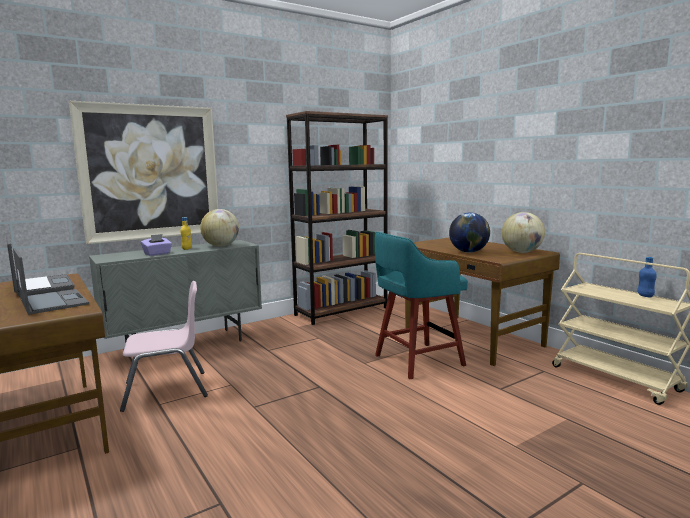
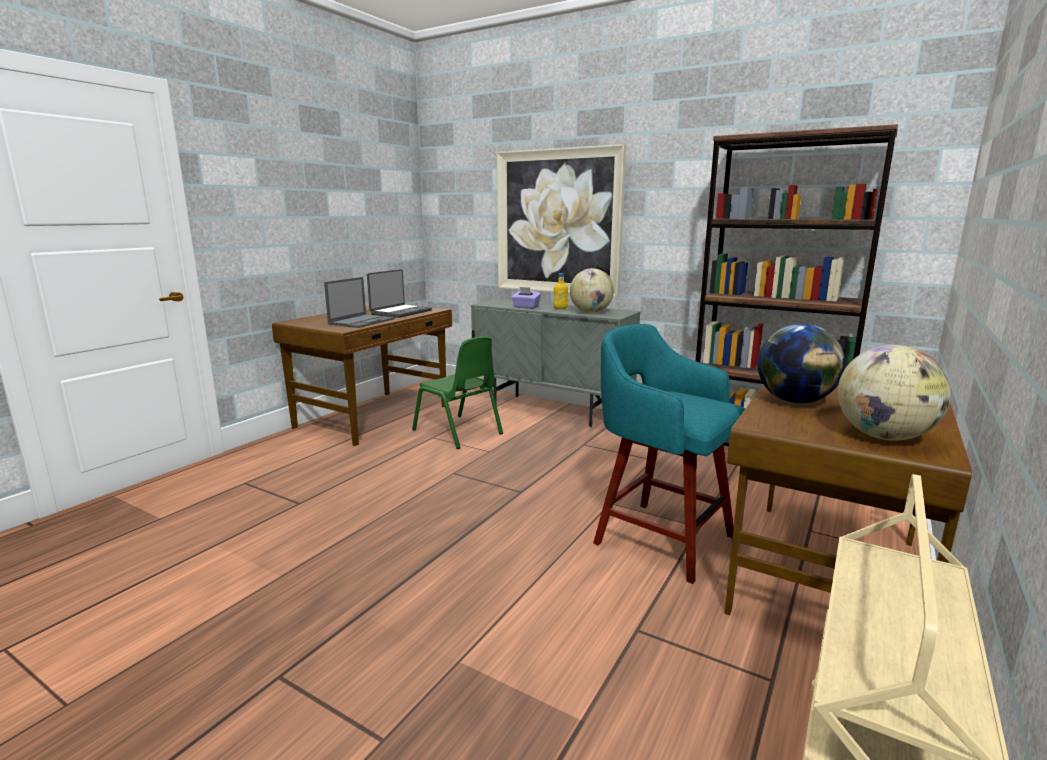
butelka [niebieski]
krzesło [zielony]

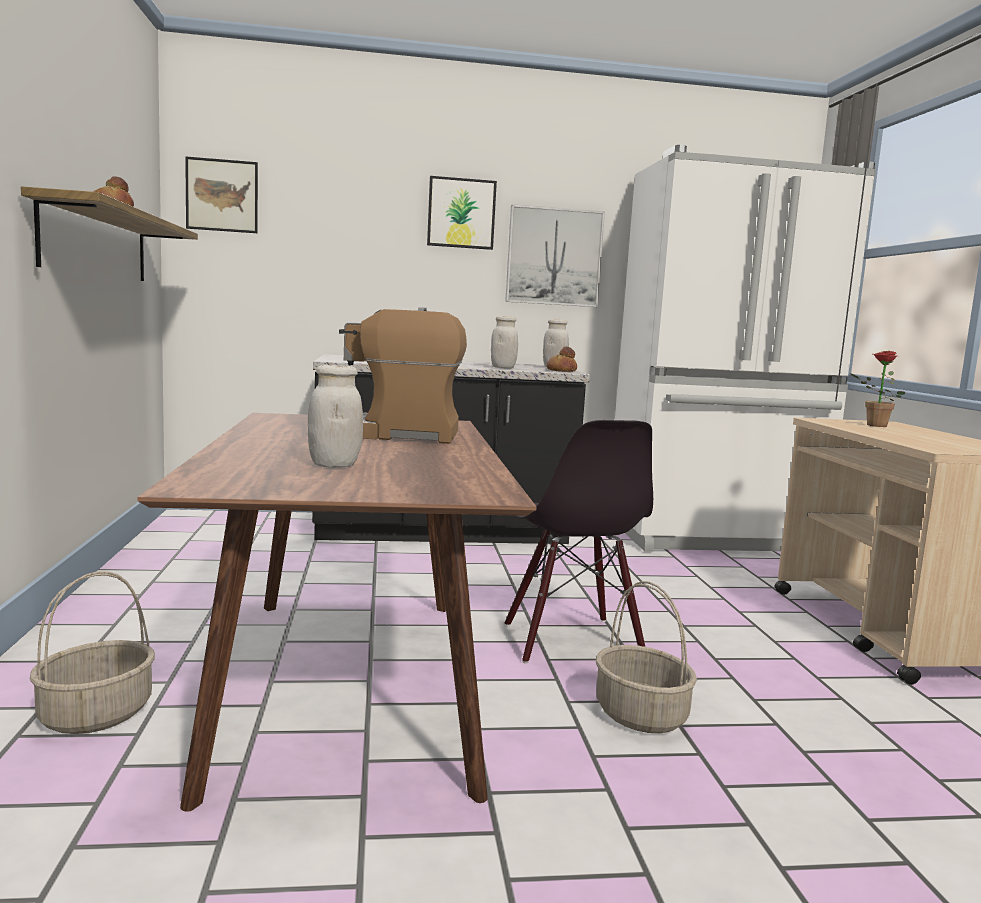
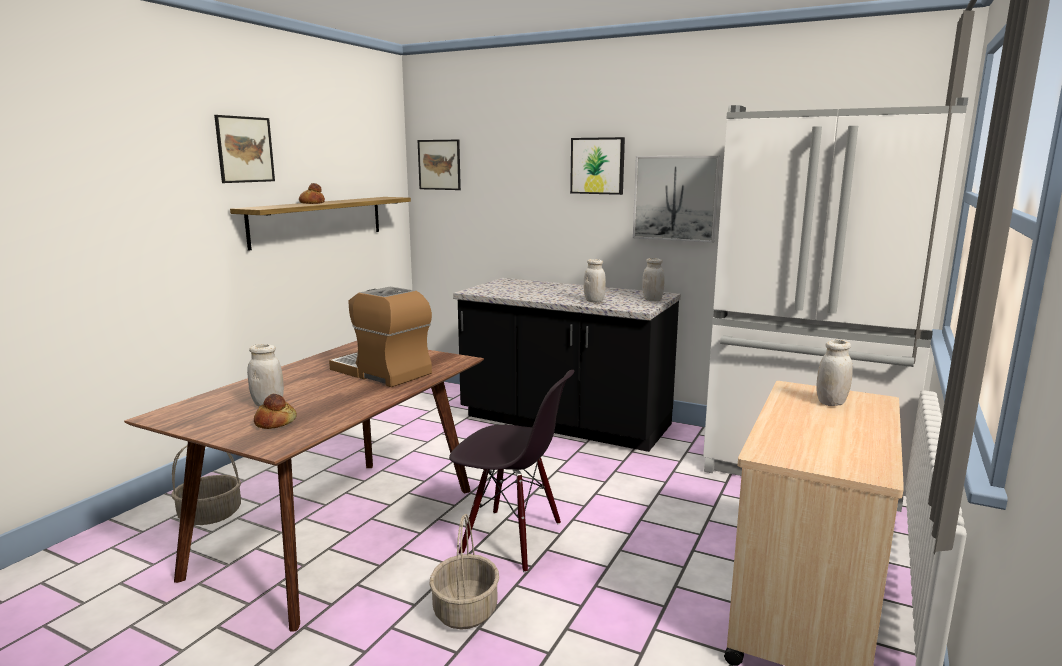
chleb (no. 1 from left)
słoik [biały] (no. 4 from left)
krzesło [czarny]
obraz (no. 1 from left)

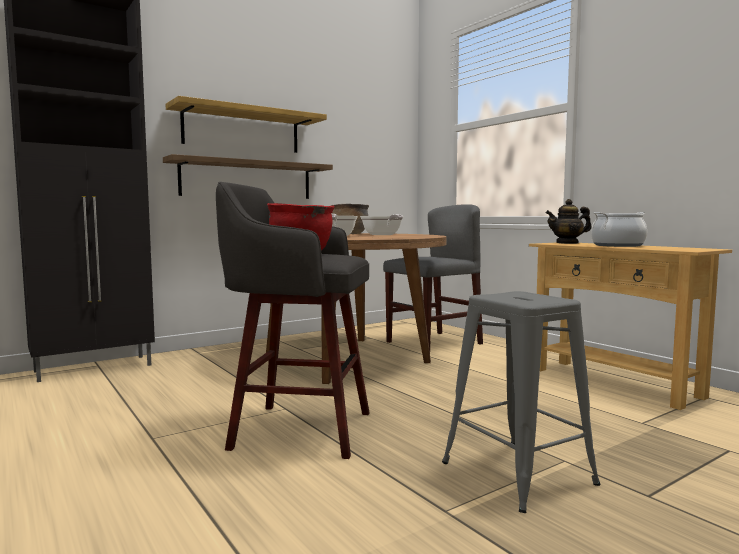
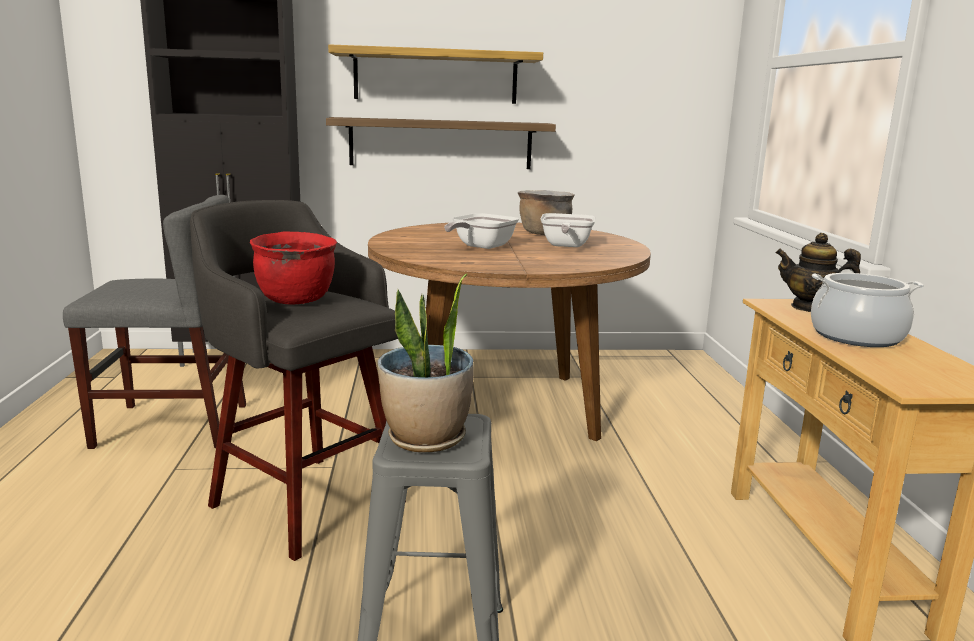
krzesło [szary]
roślina doniczkowa

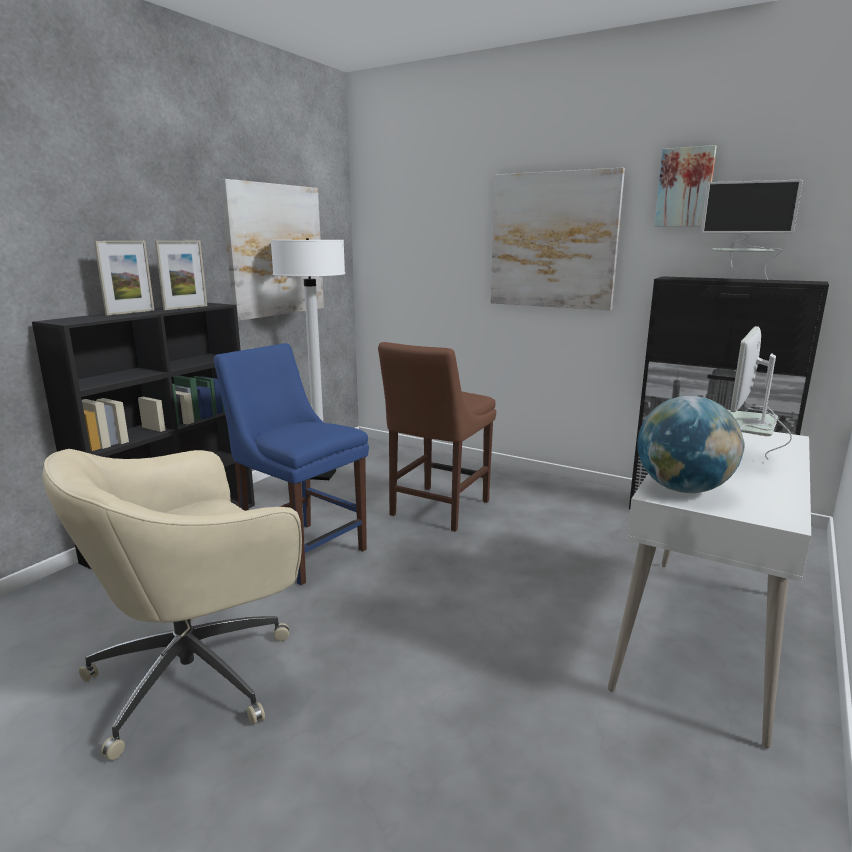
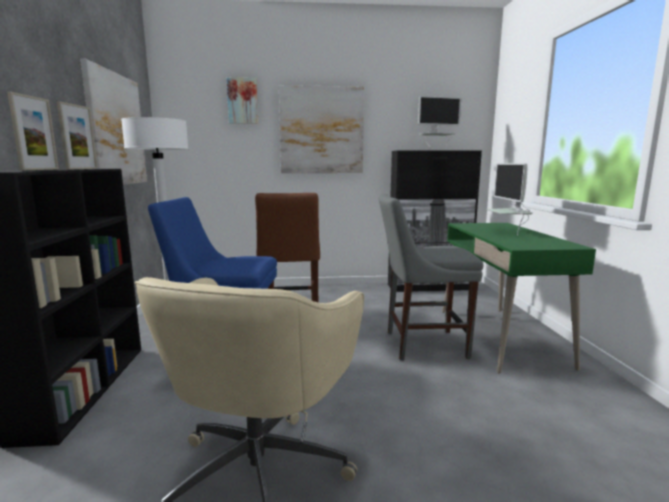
obraz (no. 2 from left)
globus
biurko [zielony]
krzesło [szary]

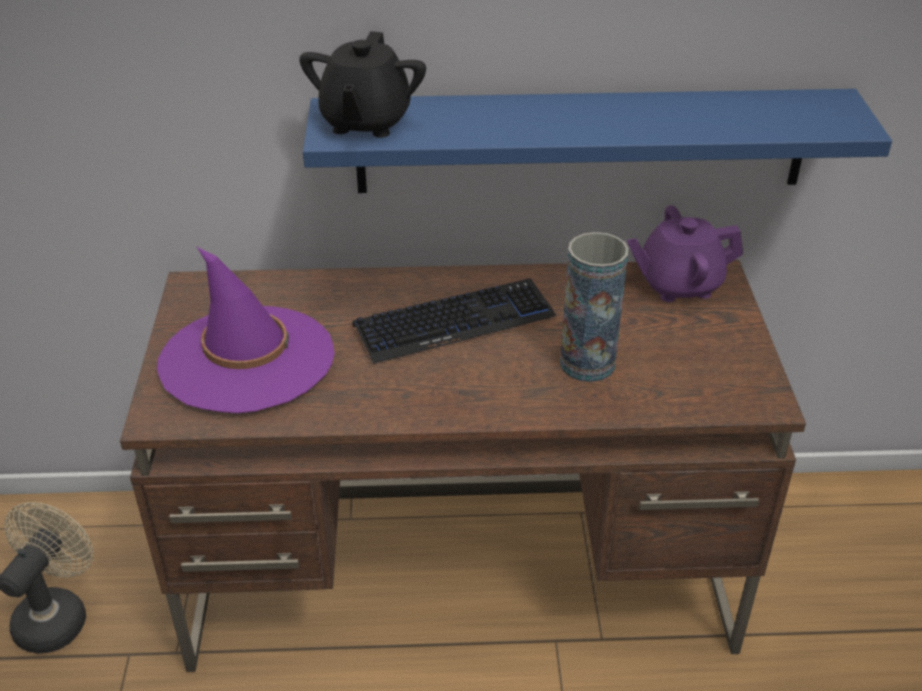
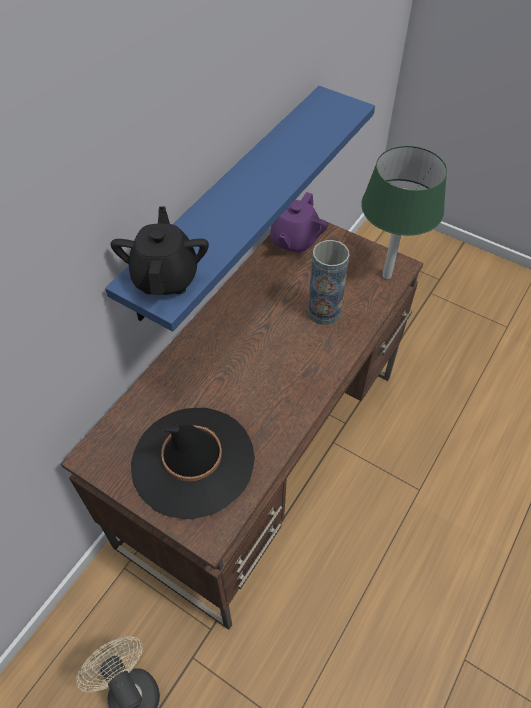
imbryk [czarny]
kapelusz [czarny]
klawiatura
lampa stołowa [zielony]

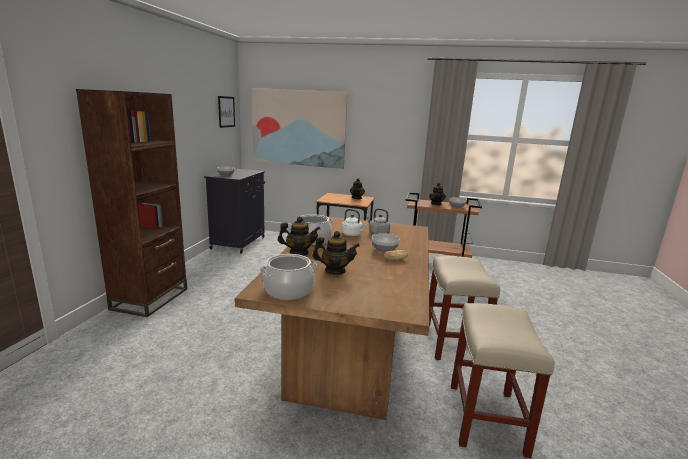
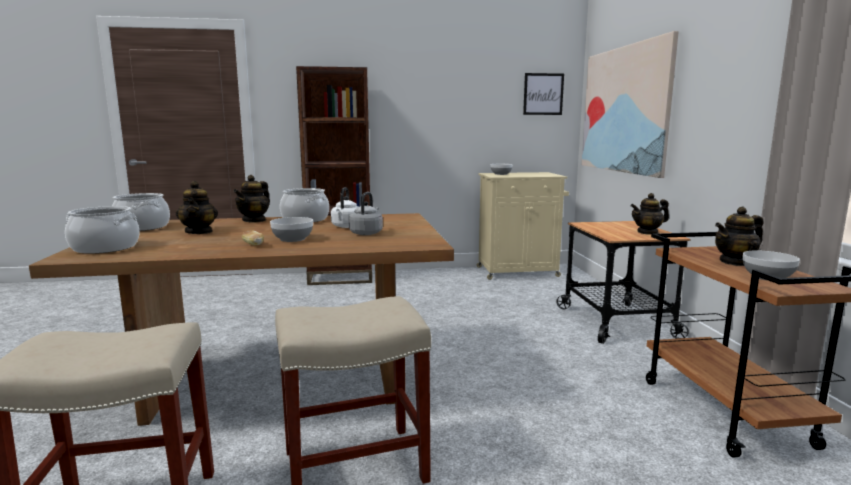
szafka [beżowy]
imbryk (no. 2 from left)
garnek (no. 1 from left)

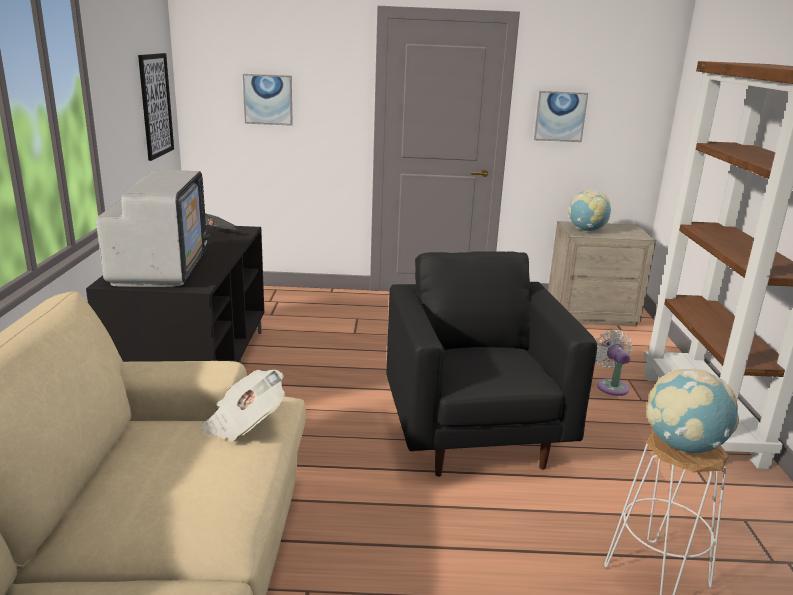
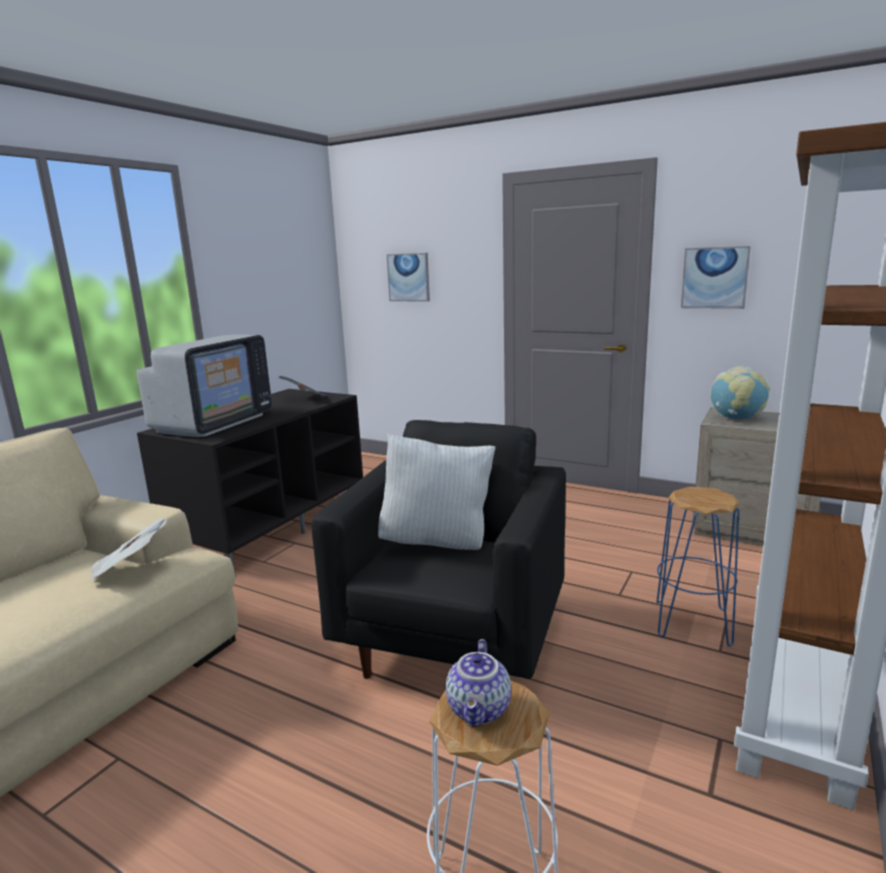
obraz (no. 1 from left in the first image)
stołek [niebieski]
imbryk
poduszka [biały]

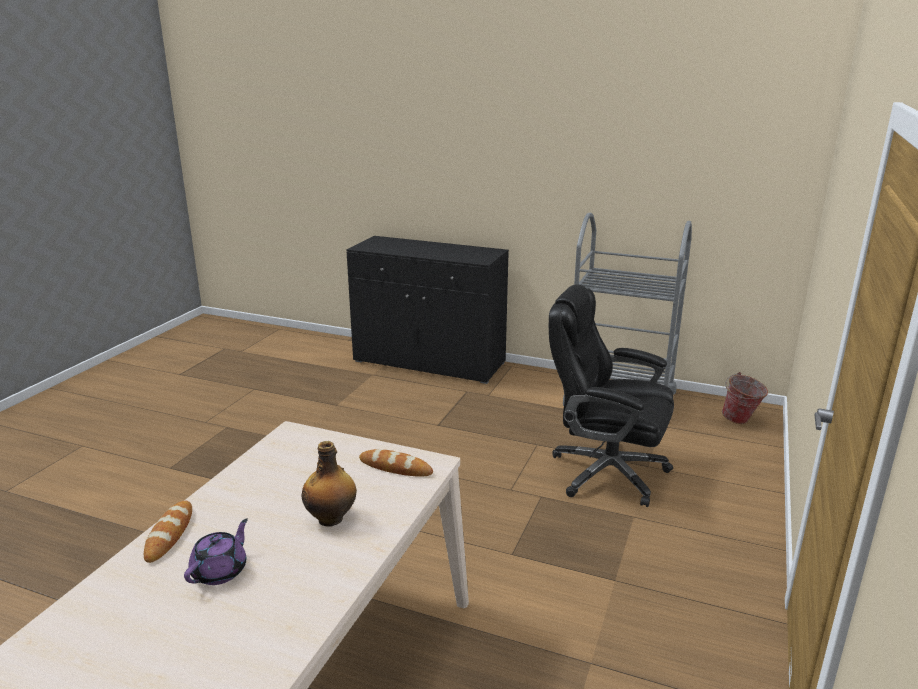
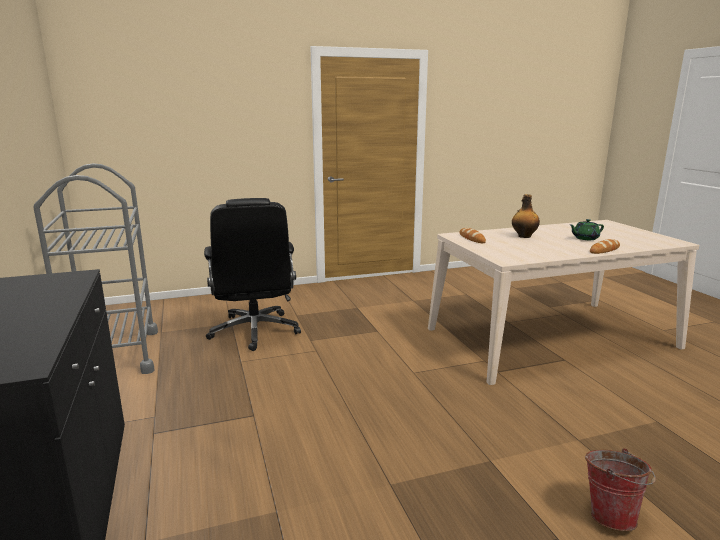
wiadro
imbryk [zielony]

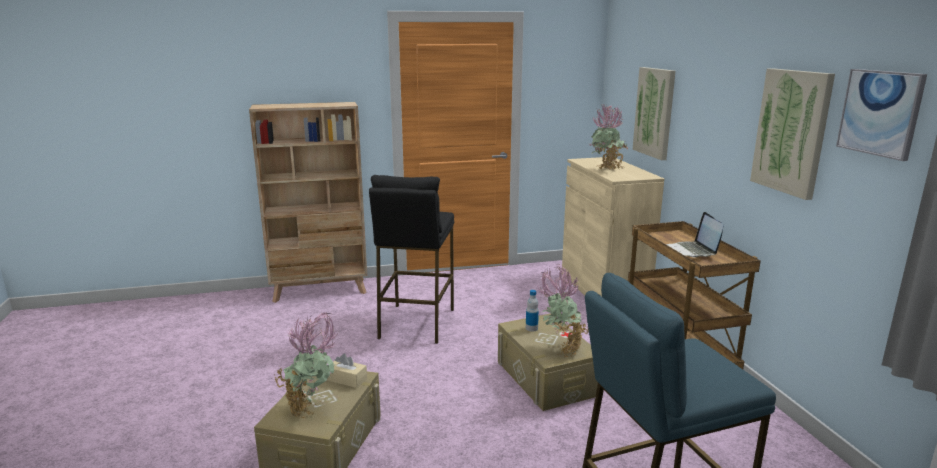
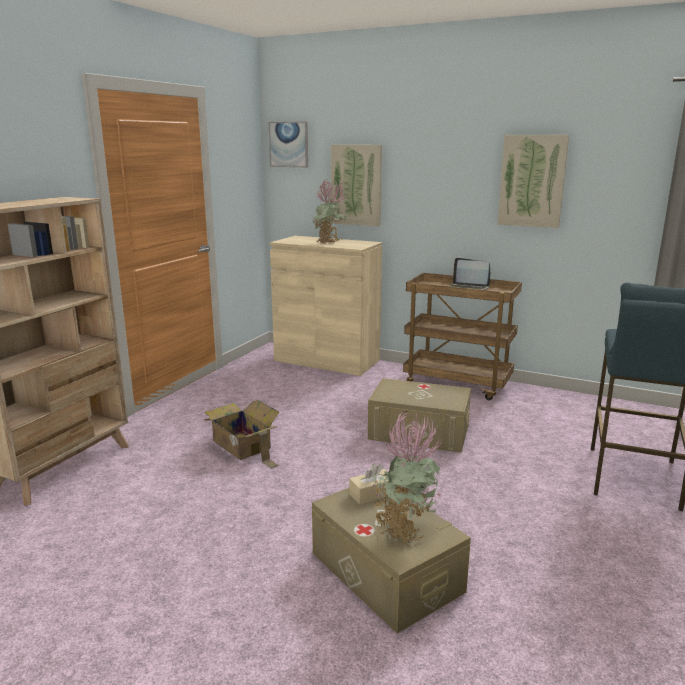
obraz (no. 1 from left)
karton
roślina doniczkowa (no. 2 from left in the first image)
butelka

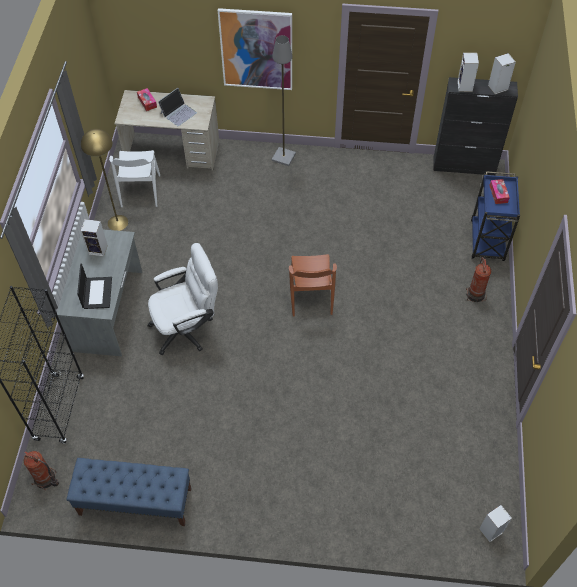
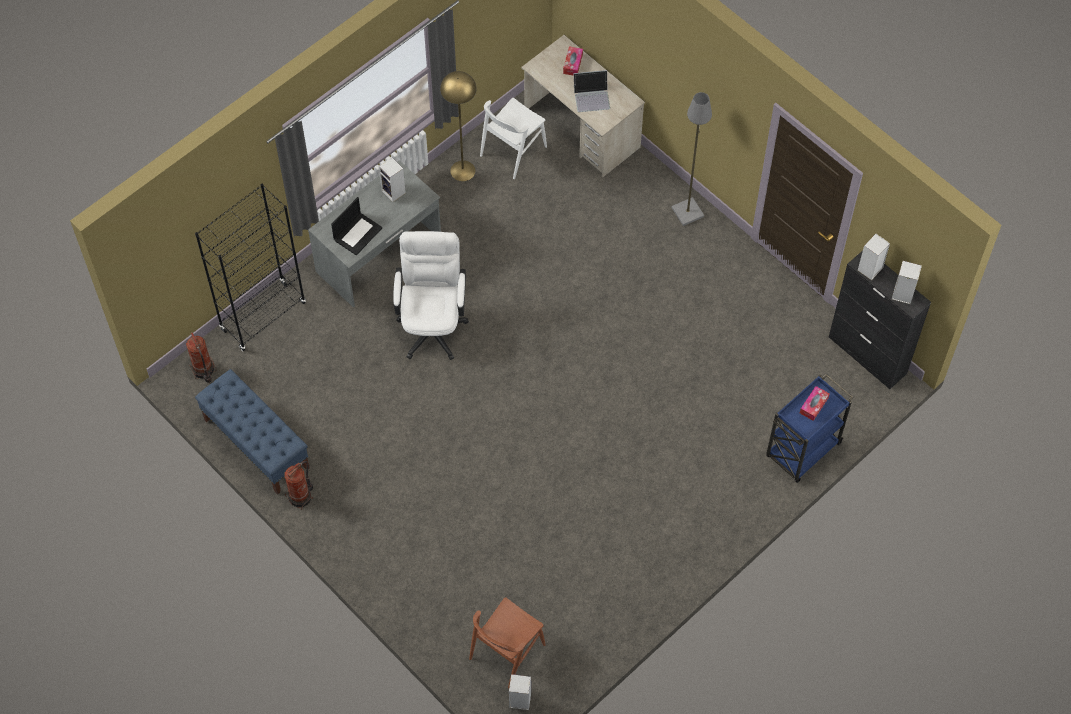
obraz
krzesło biurowe [biały]
krzesło [brązowy]
gaśnica (no. 2 from left)

